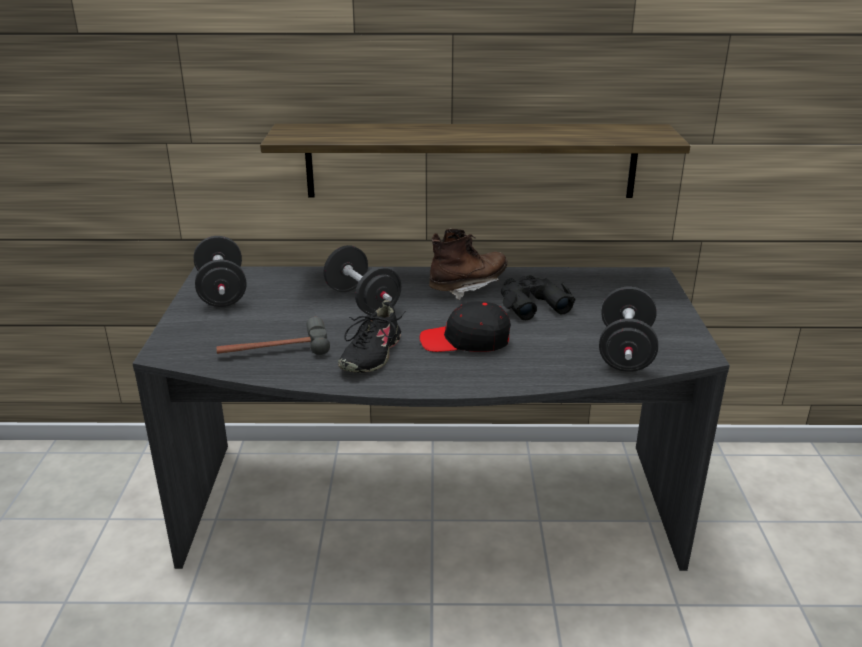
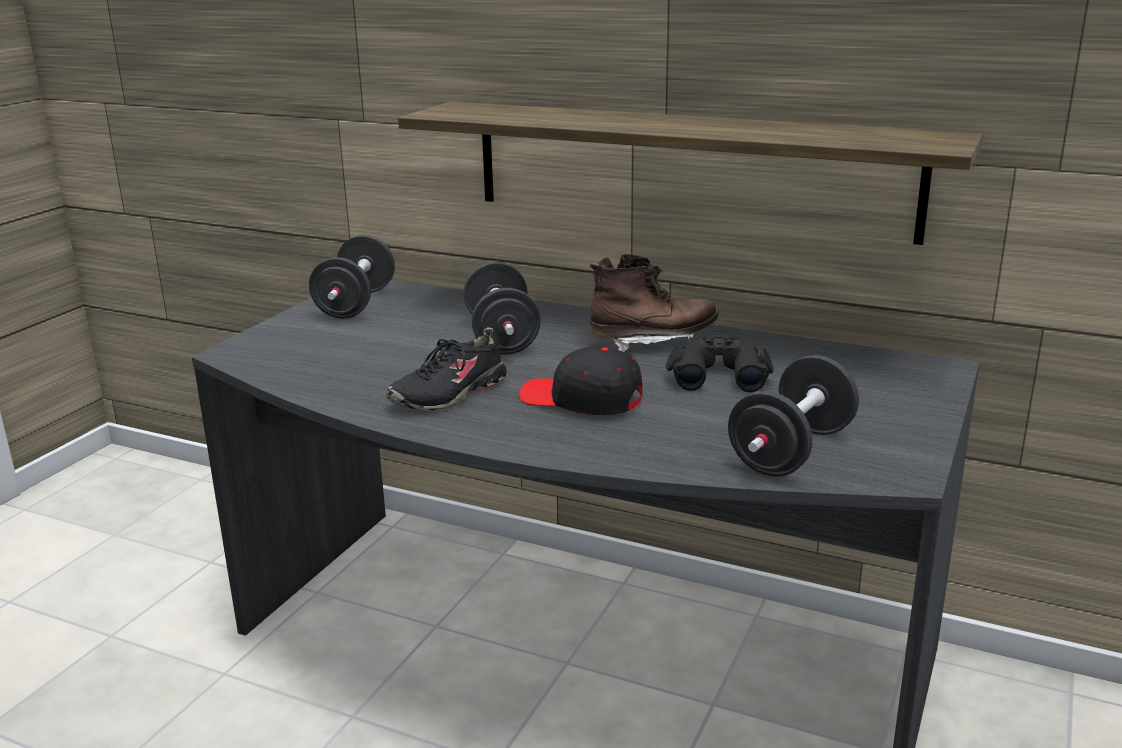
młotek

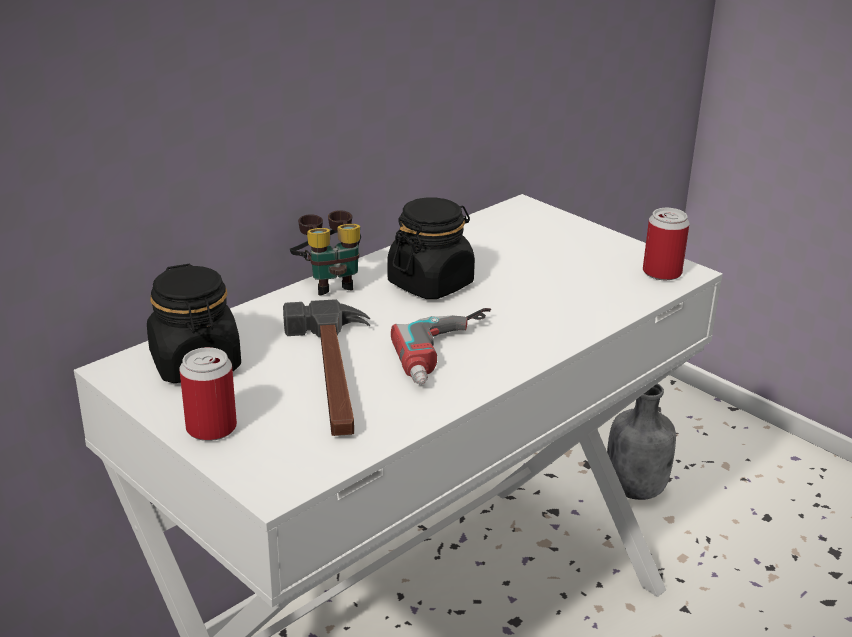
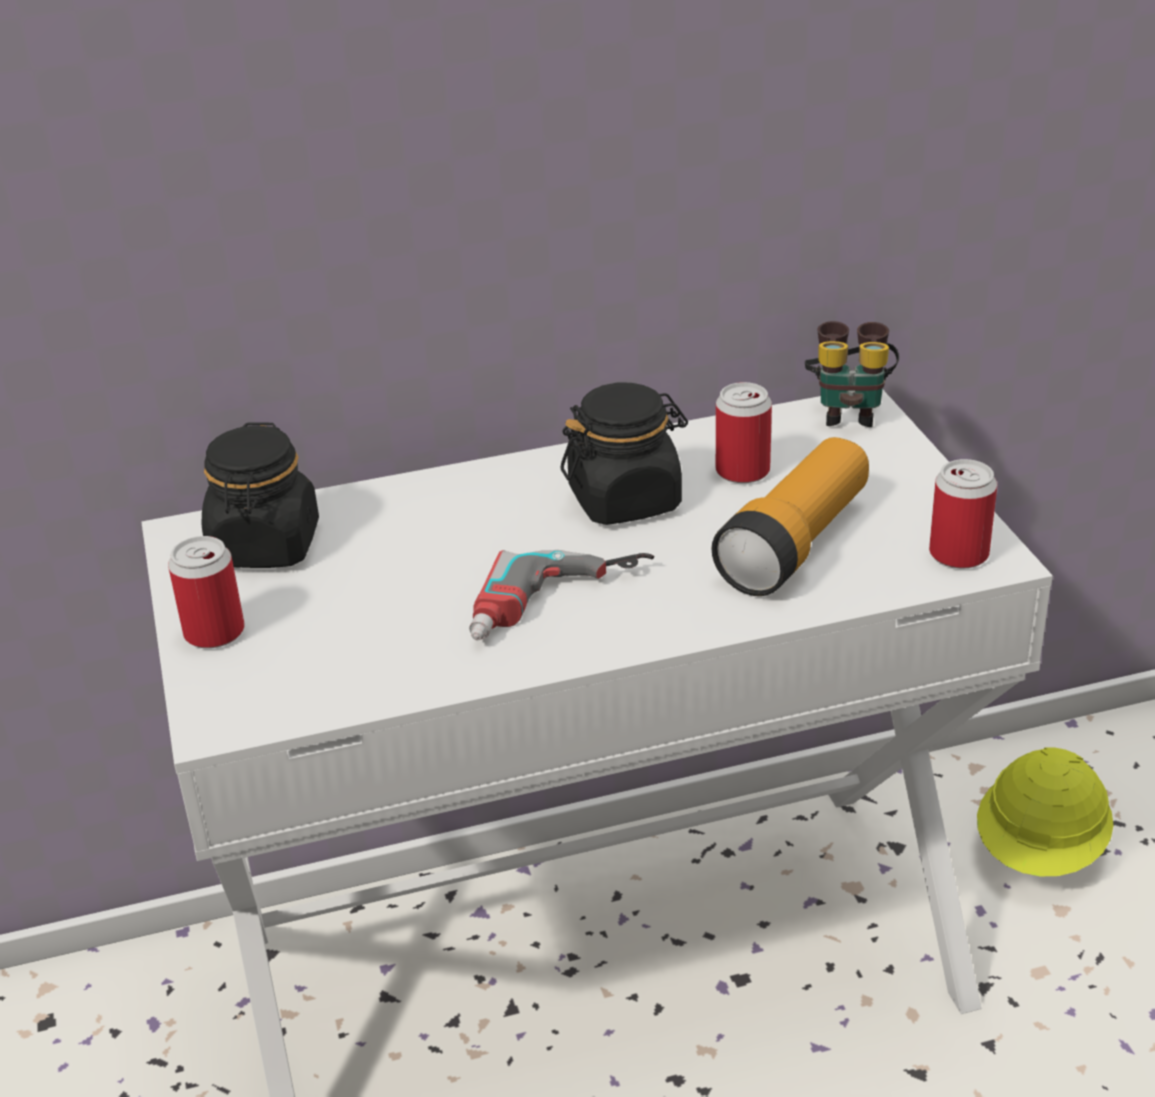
lornetka
młotek
kask [żółty]
puszka (no. 2 from left)
latarka

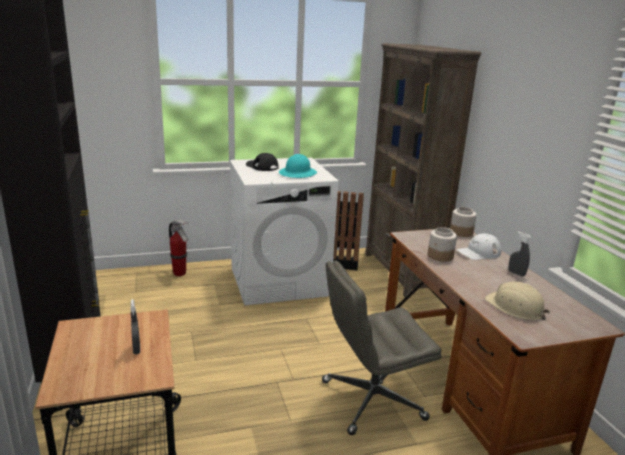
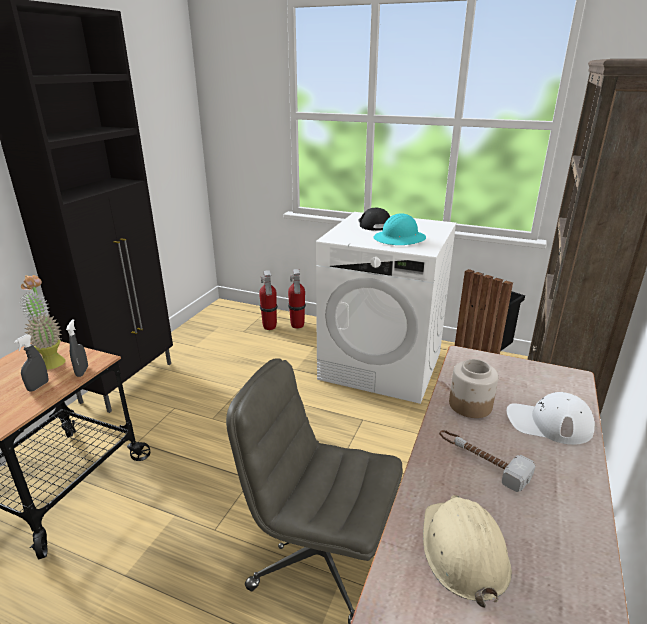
słoik (no. 2 from left in the first image)
spryskiwacz [szary] (no. 2 from left)
gaśnica (no. 1 from left)
roślina doniczkowa
młotek

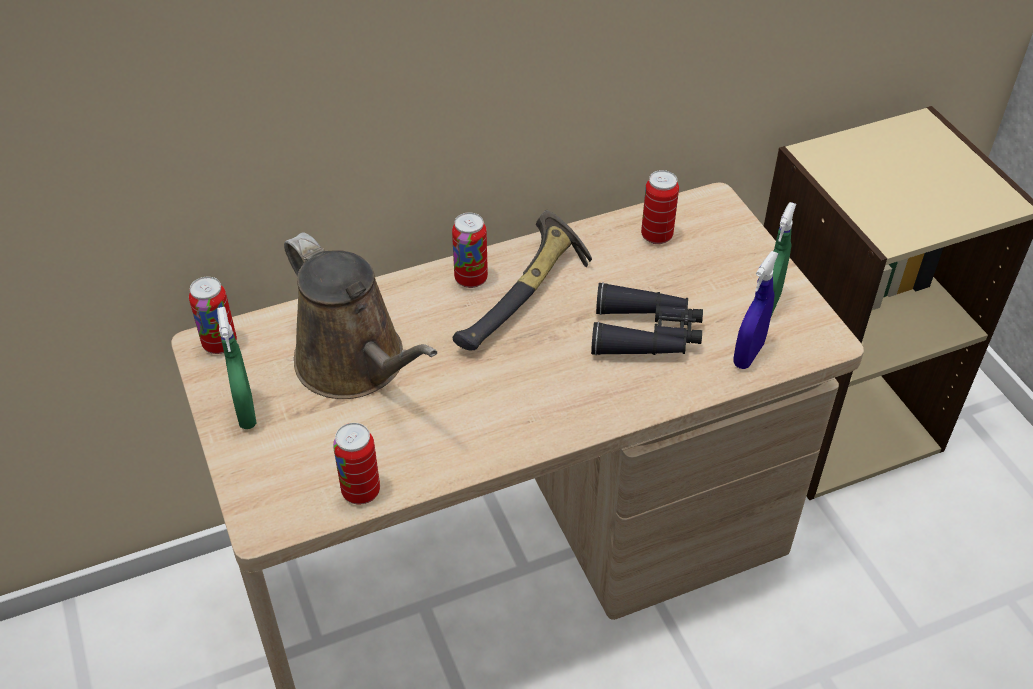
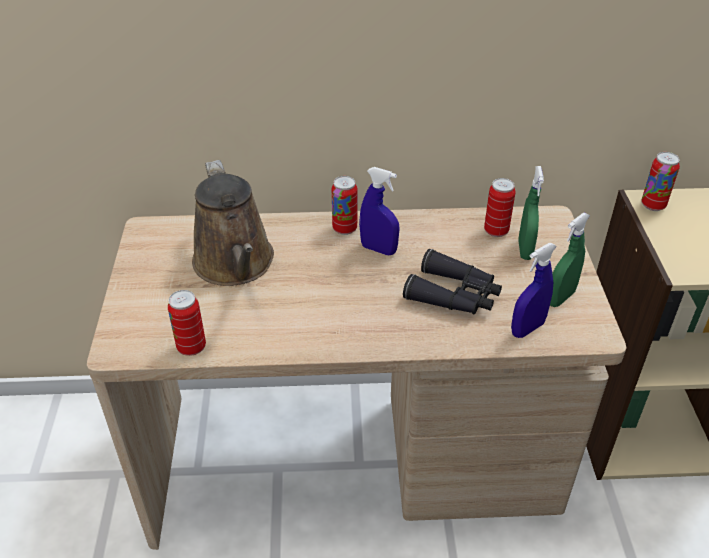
spryskiwacz [niebieski] (no. 1 from left)
puszka (no. 4 from left)
spryskiwacz [zielony] (no. 1 from left)

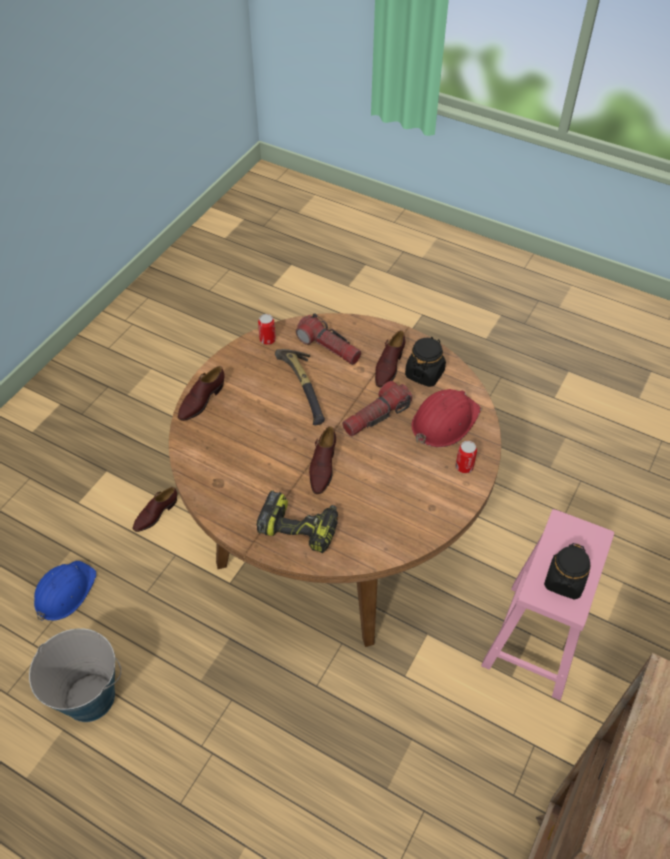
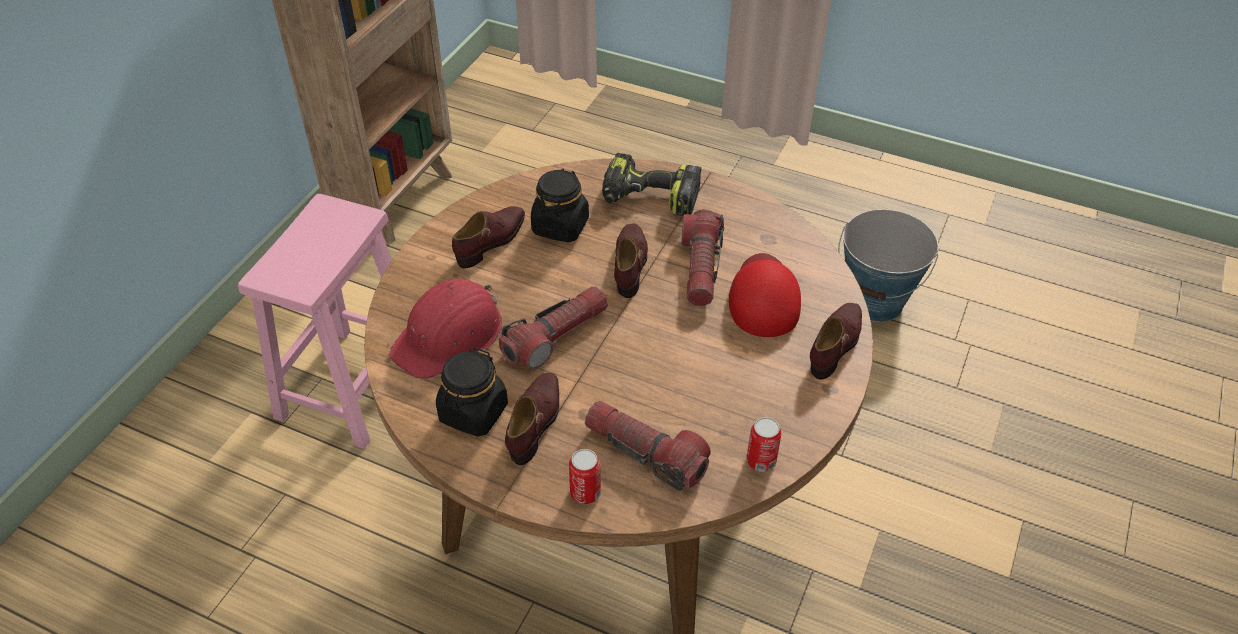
młotek
puszka (no. 1 from left)
but [brązowy] (no. 1 from left)
słoik [czarny] (no. 2 from left)
kask [niebieski]
latarka (no. 3 from left)
czapka z daszkiem [czerwony]

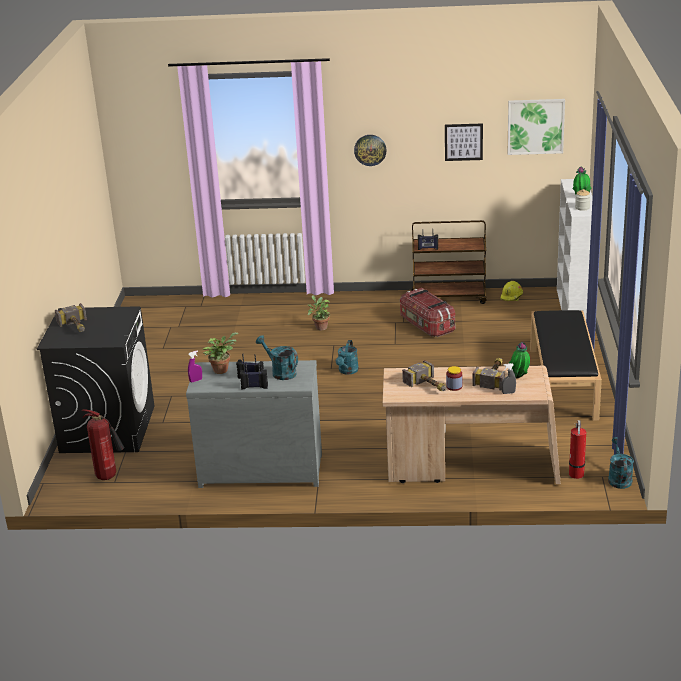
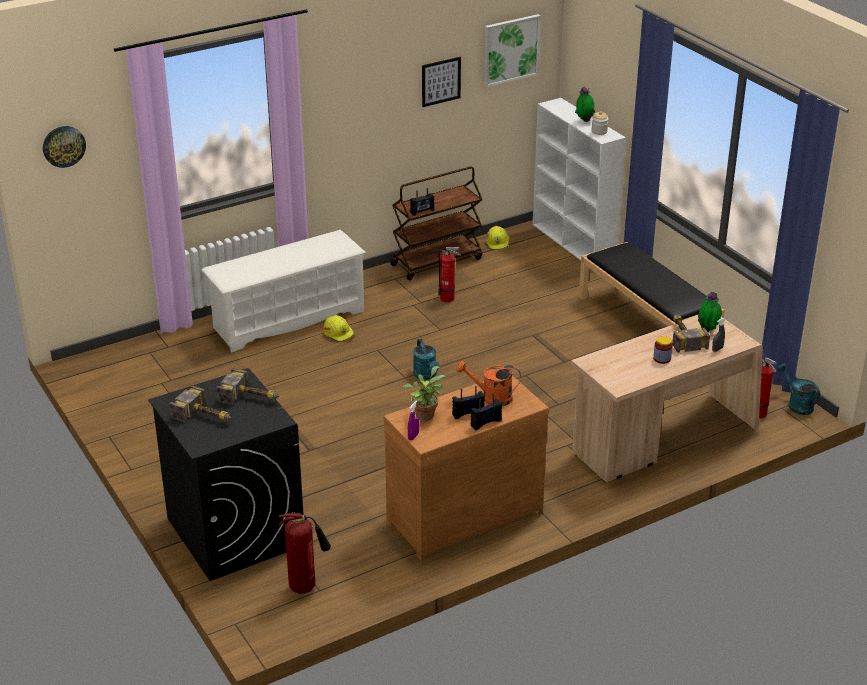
zegar ścienny
gaśnica (no. 2 from left)
kask [żółty] (no. 1 from left)
konewka [pomarańczowy]
komoda [brązowy]
młotek (no. 2 from left)
regał na buty [biały]

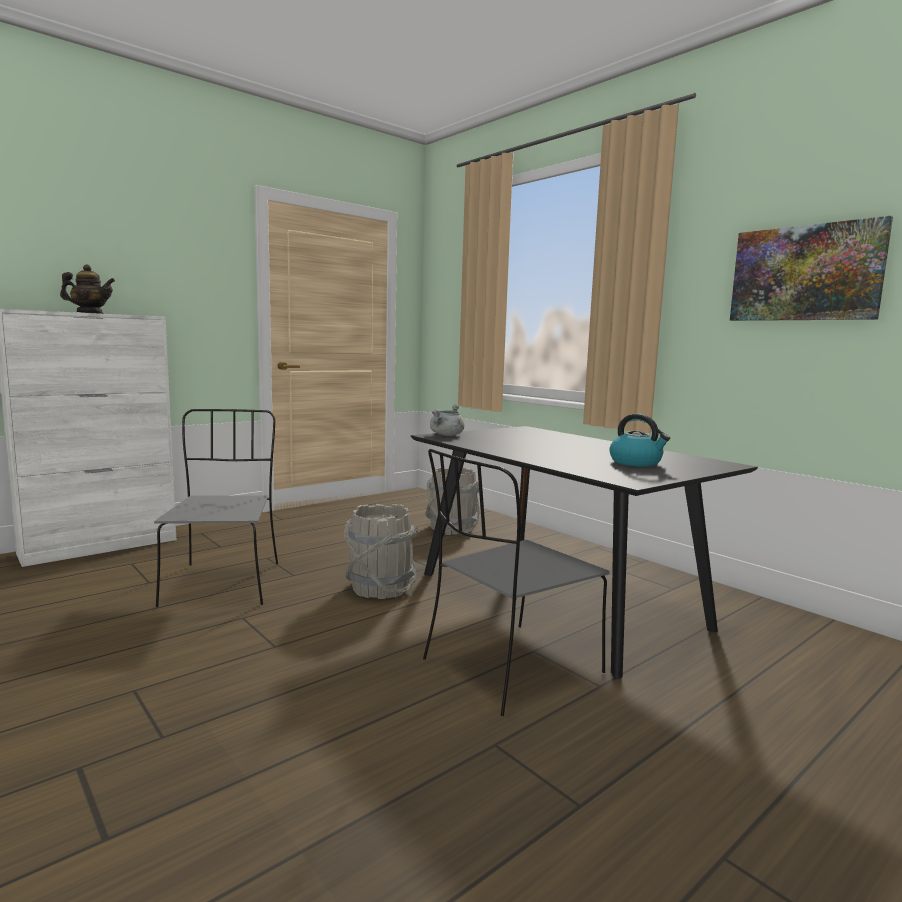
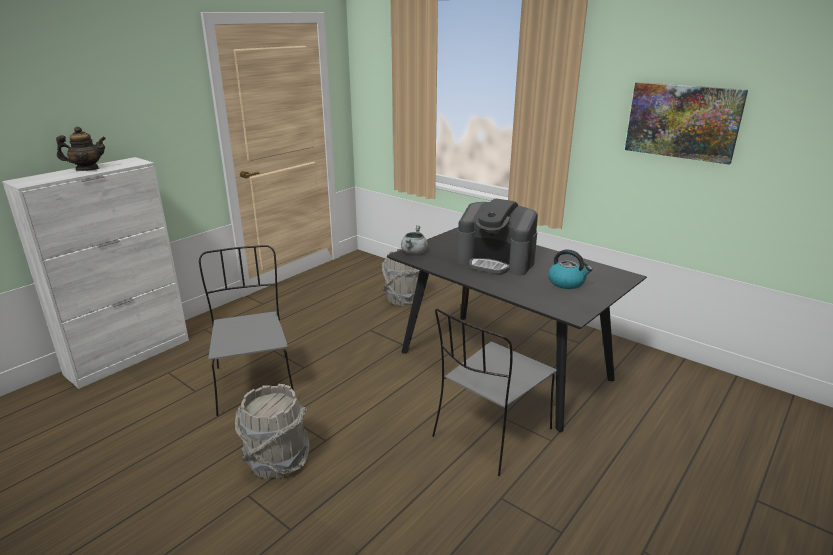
wiadro [szary] (no. 1 from left)
ekspres do kawy

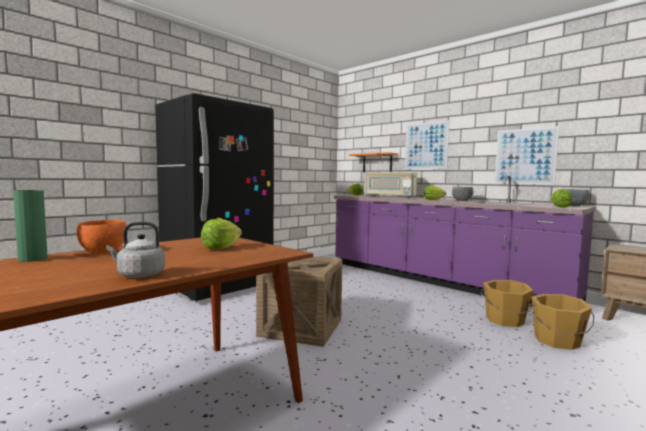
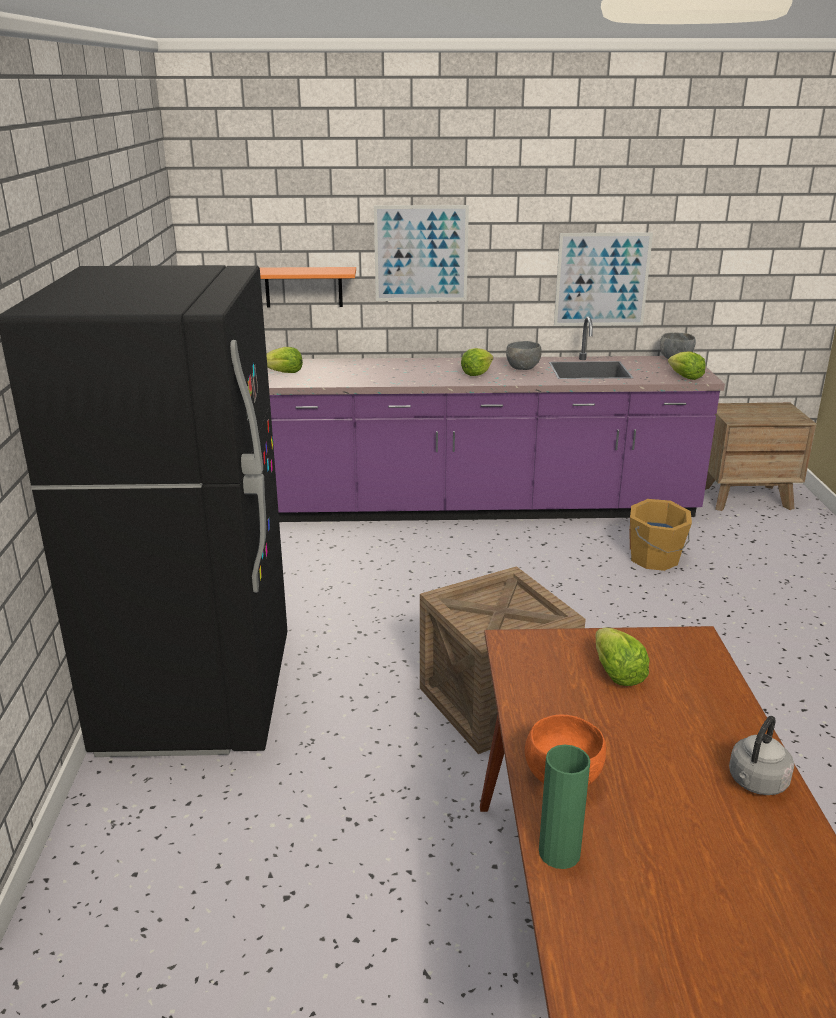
mikrofalówka [beżowy]
wiadro [pomarańczowy] (no. 2 from left in the first image)

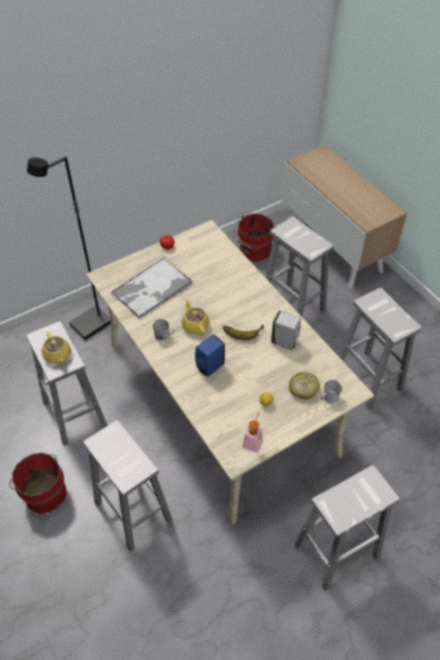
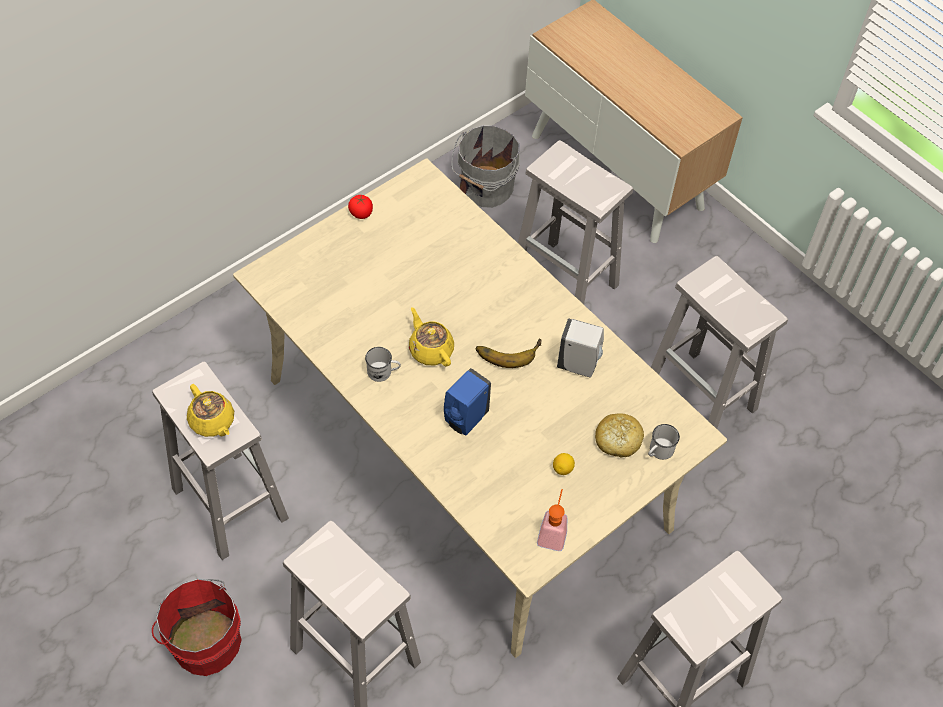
lampa stojąca [czarny]
wiadro [szary]
taca

